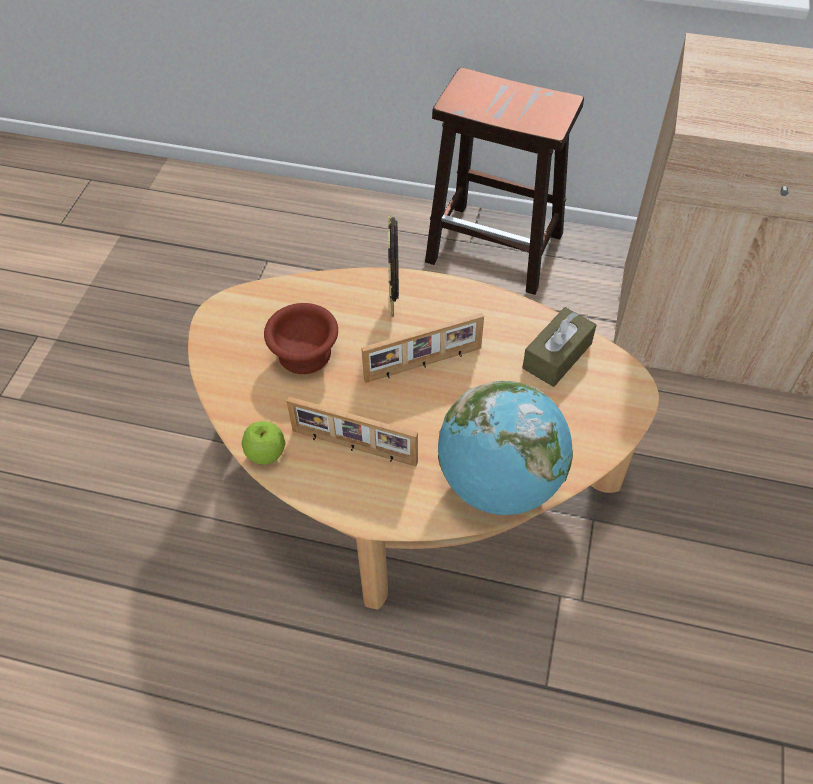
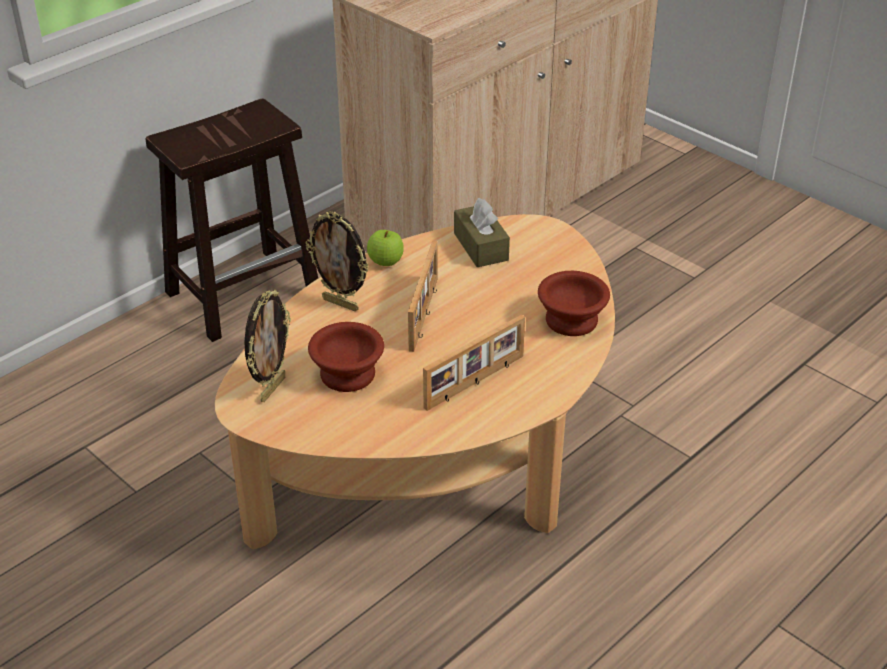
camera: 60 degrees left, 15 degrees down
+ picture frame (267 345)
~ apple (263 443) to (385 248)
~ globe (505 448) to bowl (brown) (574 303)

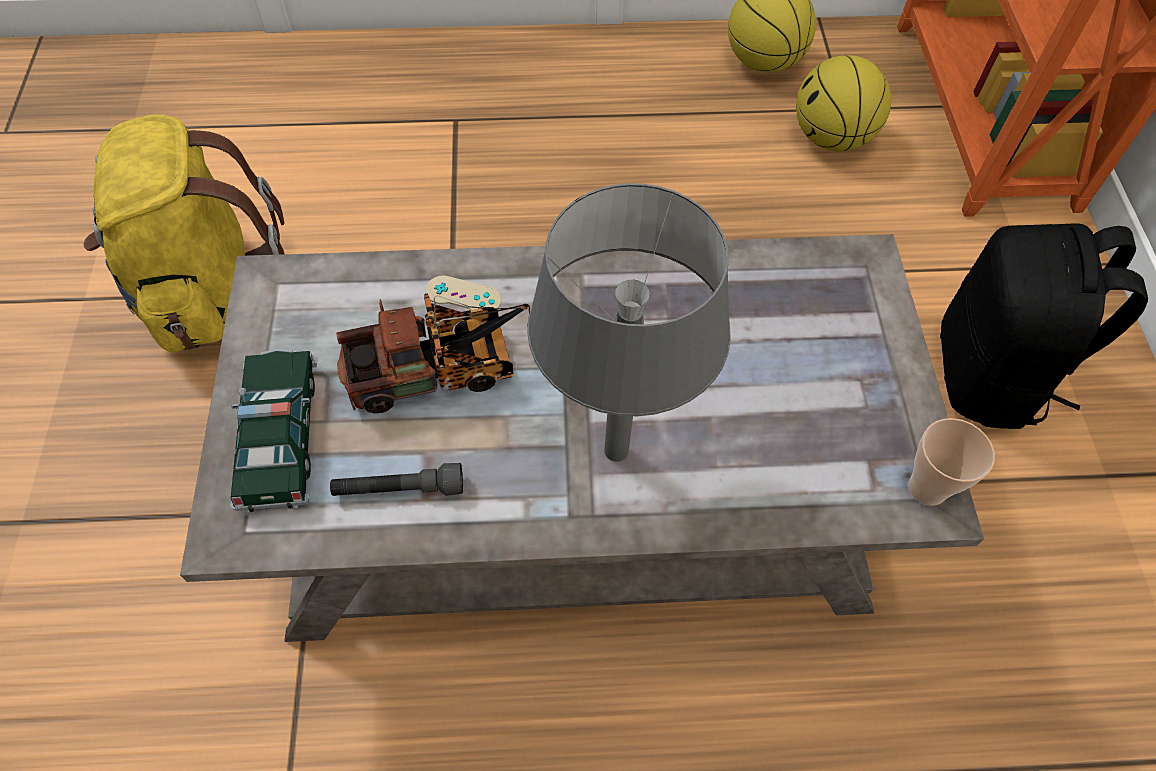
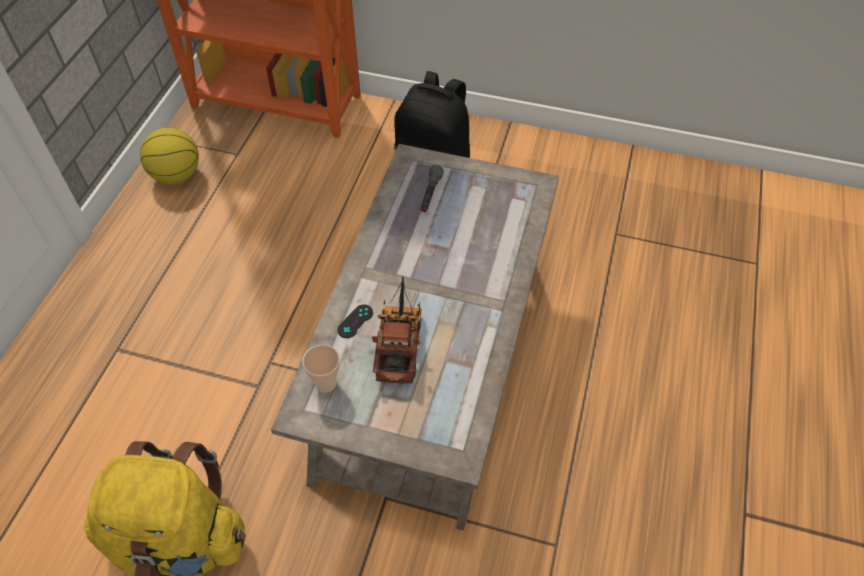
camera: 70 degrees left, 5 degrees down
- toy car (273 431)
- table lamp (grey) (629 322)
- basketball (843 103)
~ flashlight (grey) (396 479) to (432 188)
~ cup (952 462) to (321 368)
~ game controller (beige) (463 292) to game controller (black) (355 321)

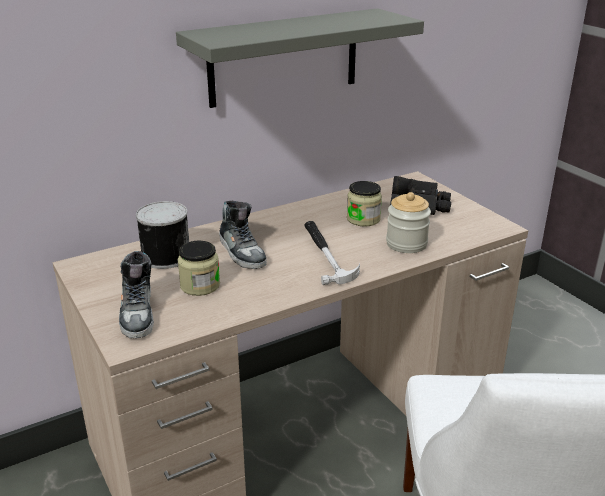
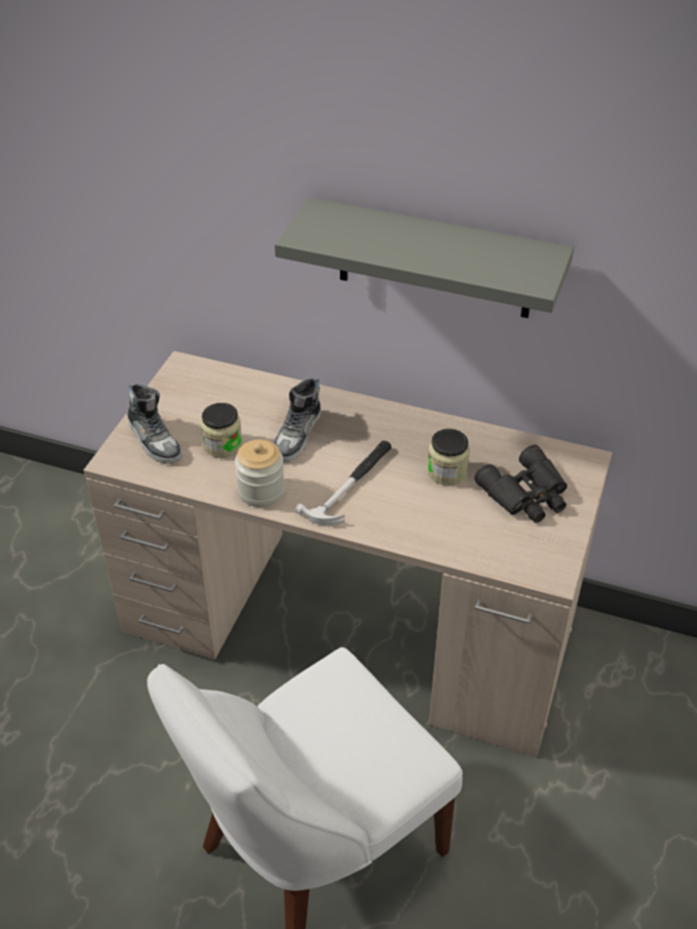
camera: 50 degrees right, 15 degrees up
- can (162 235)
~ jar (408 222) to (260 473)
~ shoe (136 294) = (154 423) 75 degrees counterclockwise

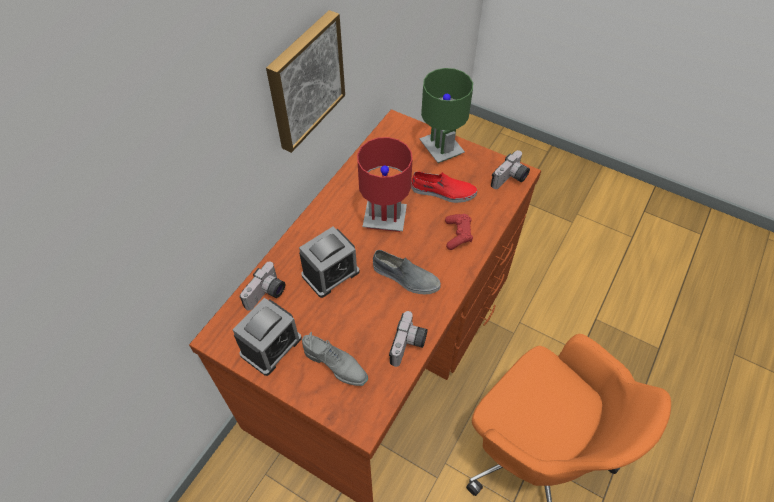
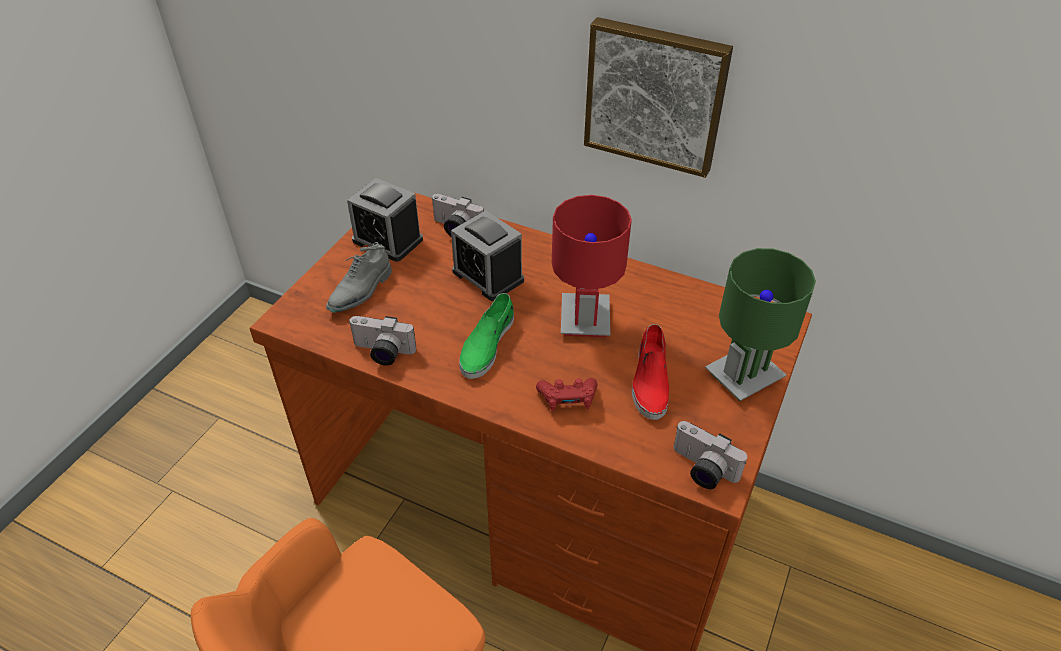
camera: 85 degrees right, 10 degrees down
~ shoe (grey) (407 272) to shoe (green) (486 336)

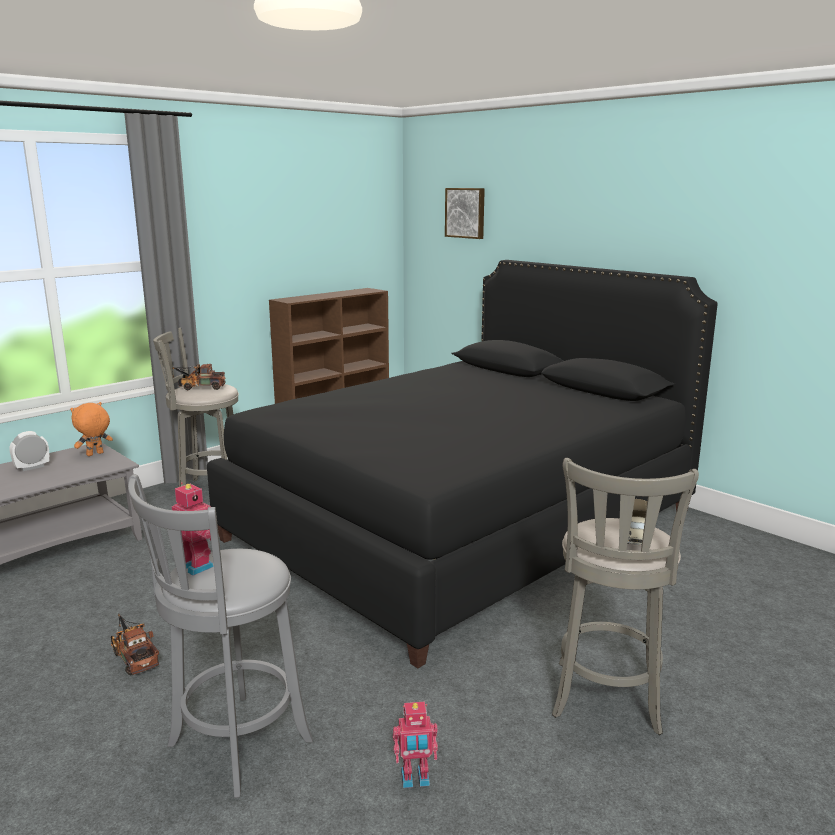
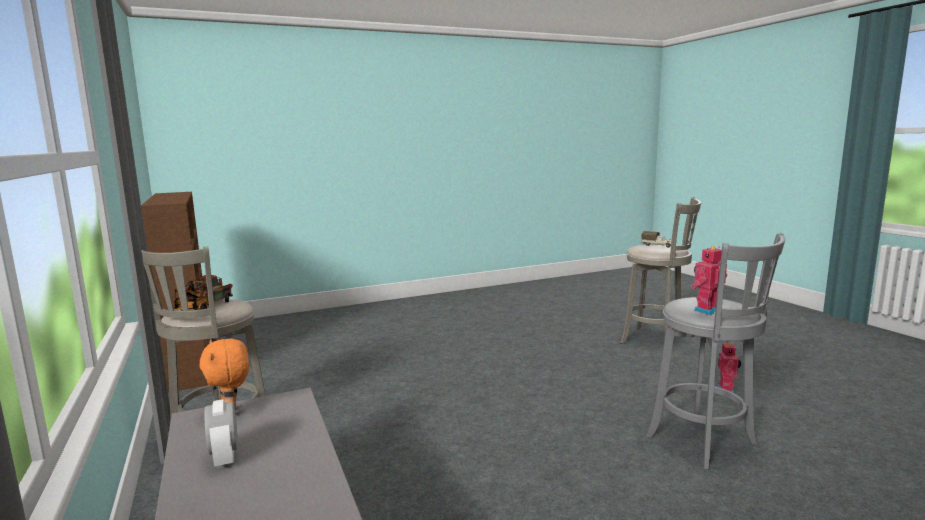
camera: 70 degrees left, 5 degrees down
- toy truck (135 644)
- bed (black) (462 464)
- picture (465 213)

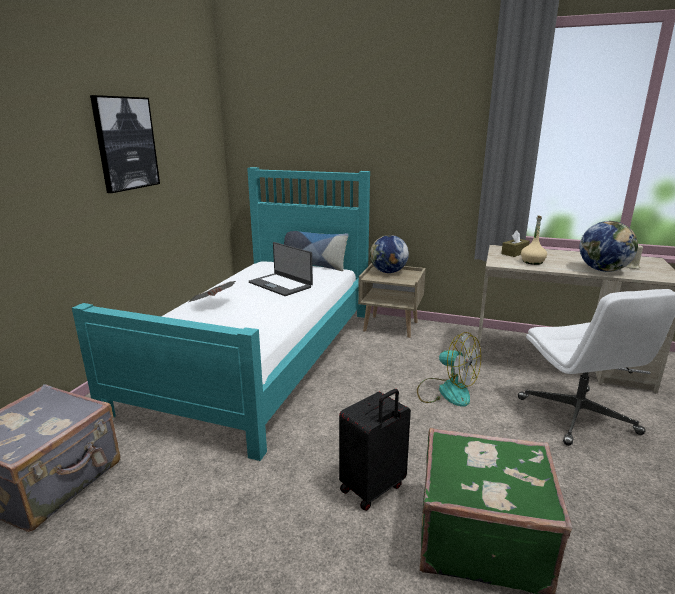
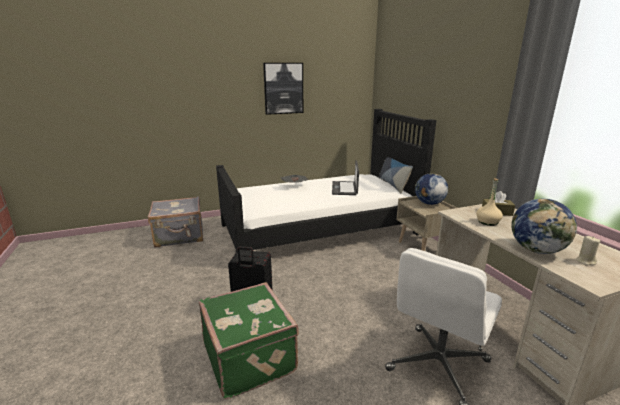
camera: 50 degrees right, 0 degrees up
- fan (449 369)
~ bed (turquoise) (221 314) to bed (black) (326 180)

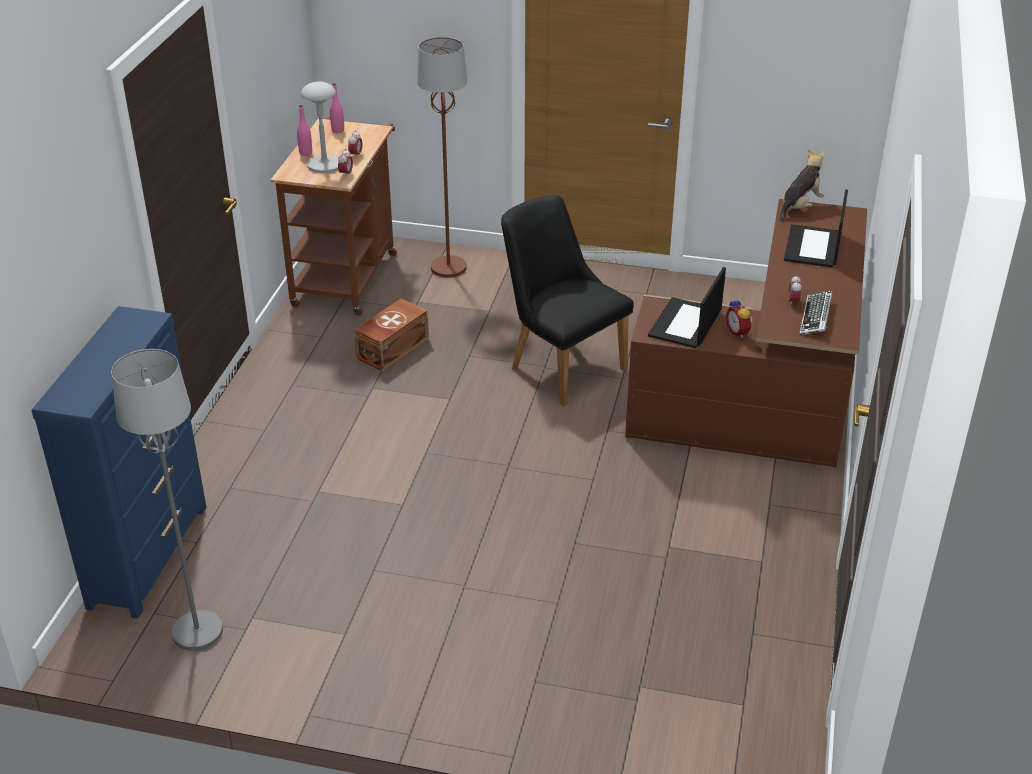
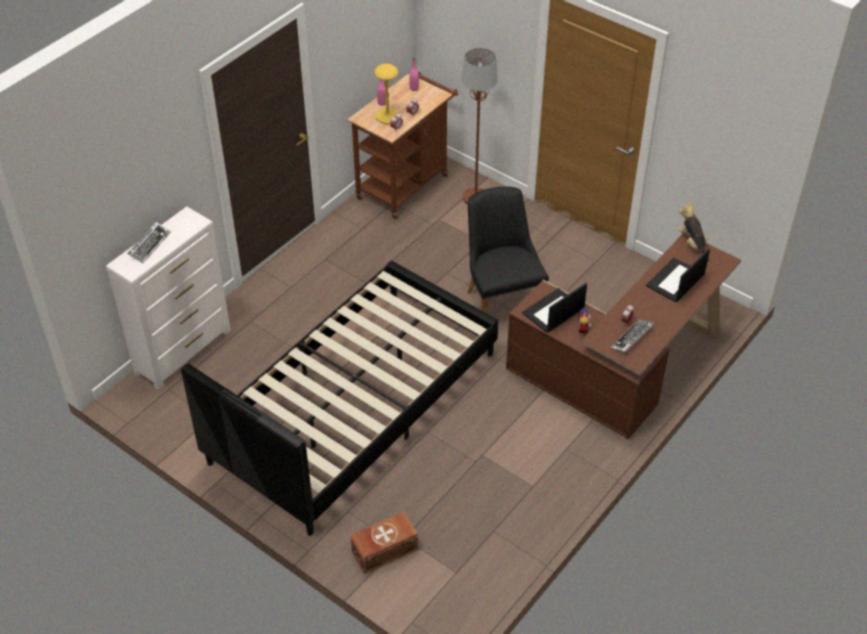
camera: 25 degrees right, 10 degrees up
- floor lamp (grey) (167 500)
+ keyboard (149 242)
+ bed (black) (340 398)
~ storage box (brown) (391 335) to (384 543)
~ dresser (blue) (119 462) to dresser (white) (168 298)
~ table lamp (grey) (319 127) to table lamp (yellow) (386 94)
~ plush toy (802 185) = (694 232) 90 degrees counterclockwise

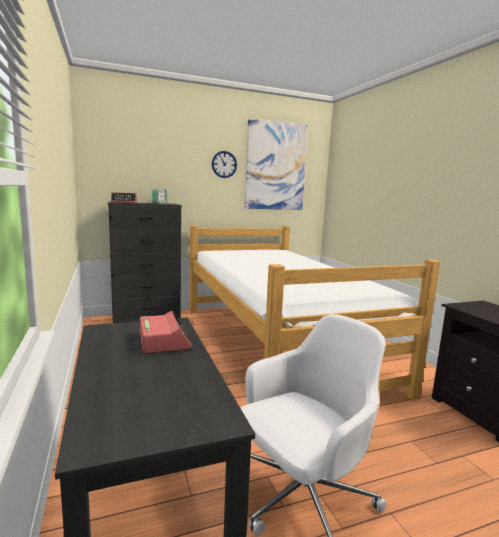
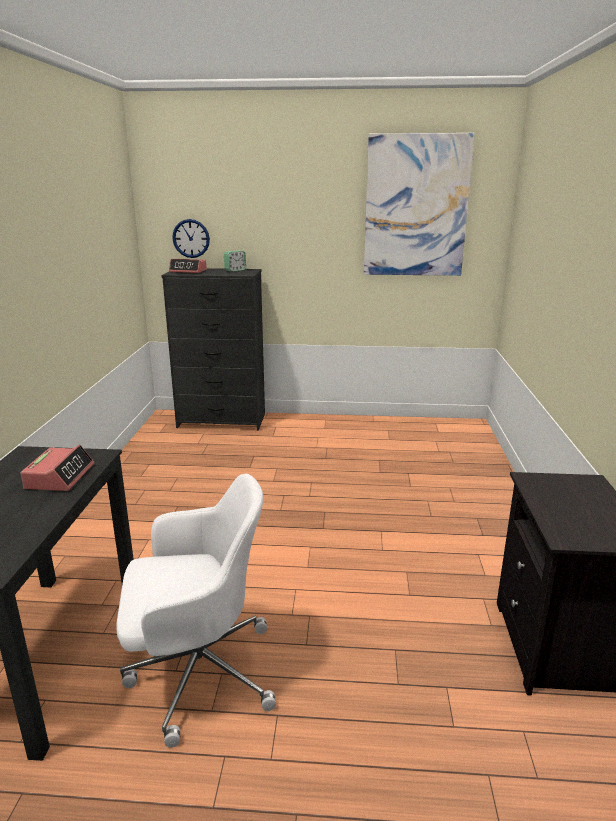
camera: 25 degrees right, 10 degrees up
- bed (315 312)
~ wall clock (224 164) to (191 238)

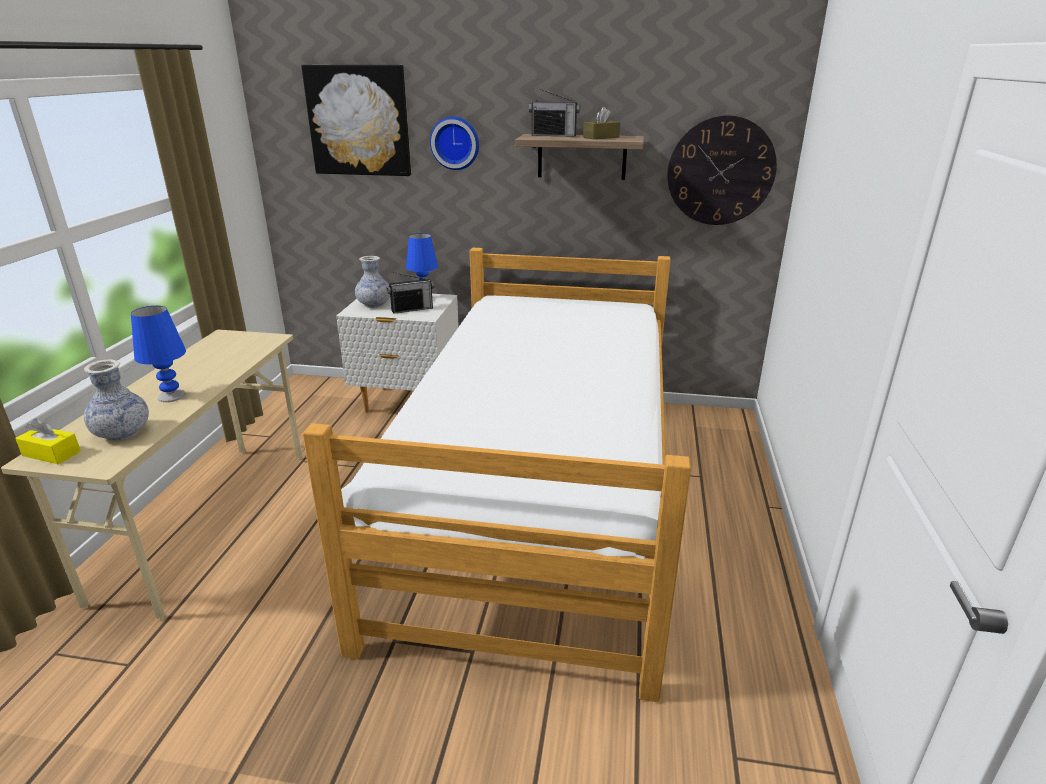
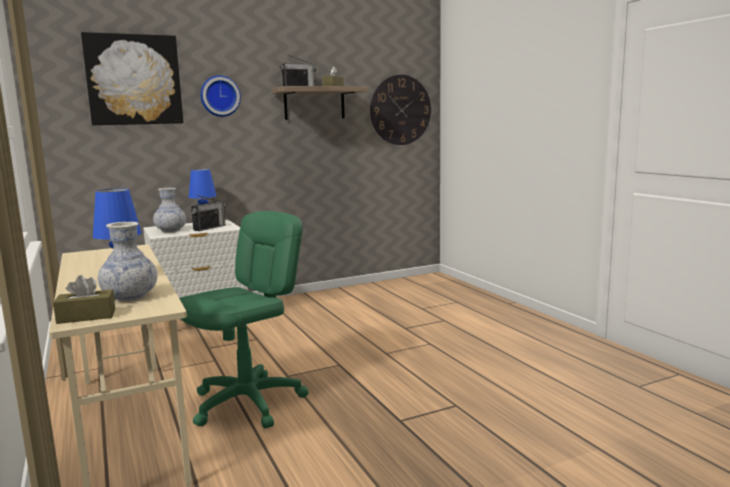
camera: 35 degrees left, 15 degrees down
- bed (497 475)
+ office chair (green) (244 319)
~ tissue box (yellow) (48 441) to tissue box (brown) (84 299)

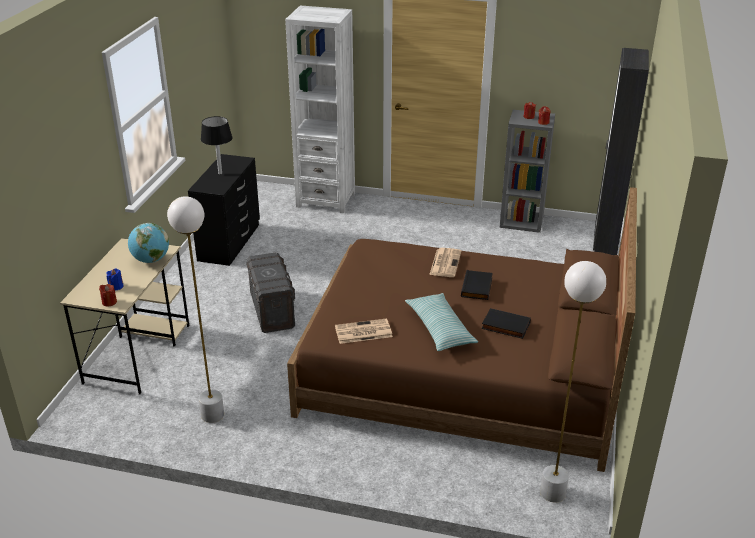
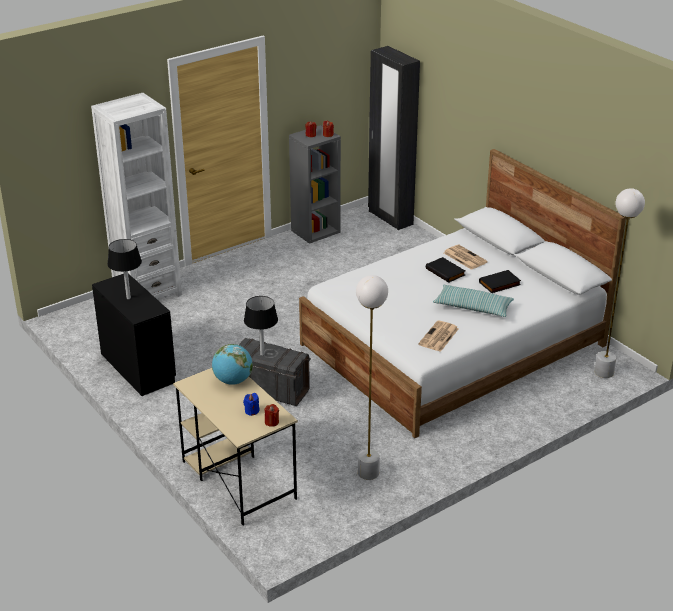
camera: 50 degrees left, 0 degrees up
+ table lamp (black) (261 326)
~ newspaper (445 262) to (466 257)
~ bed (brown) (462 329) to bed (white) (462 293)

